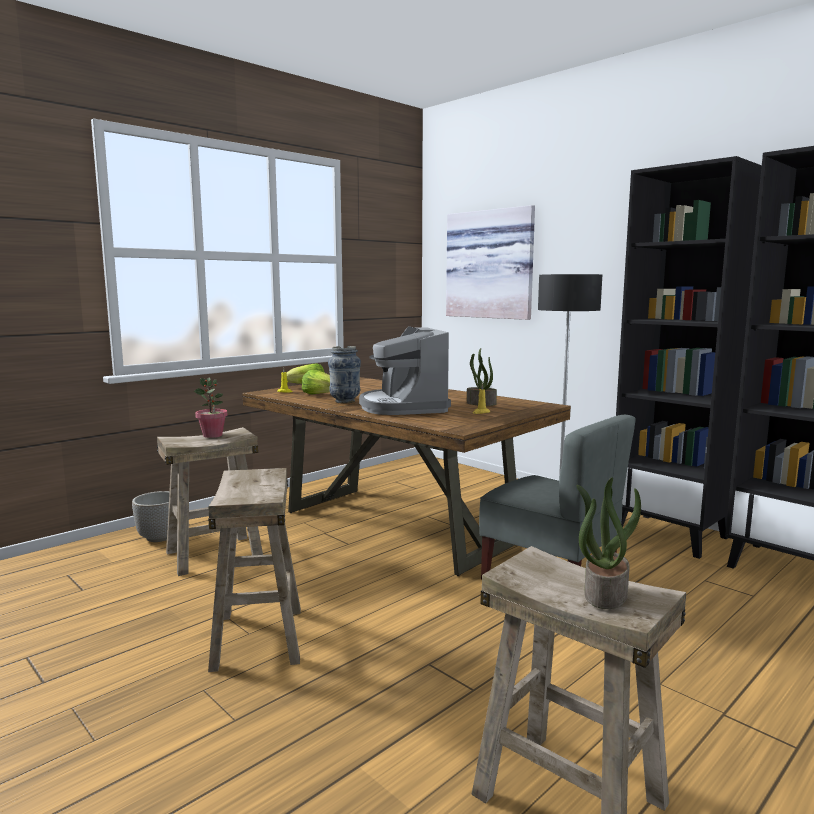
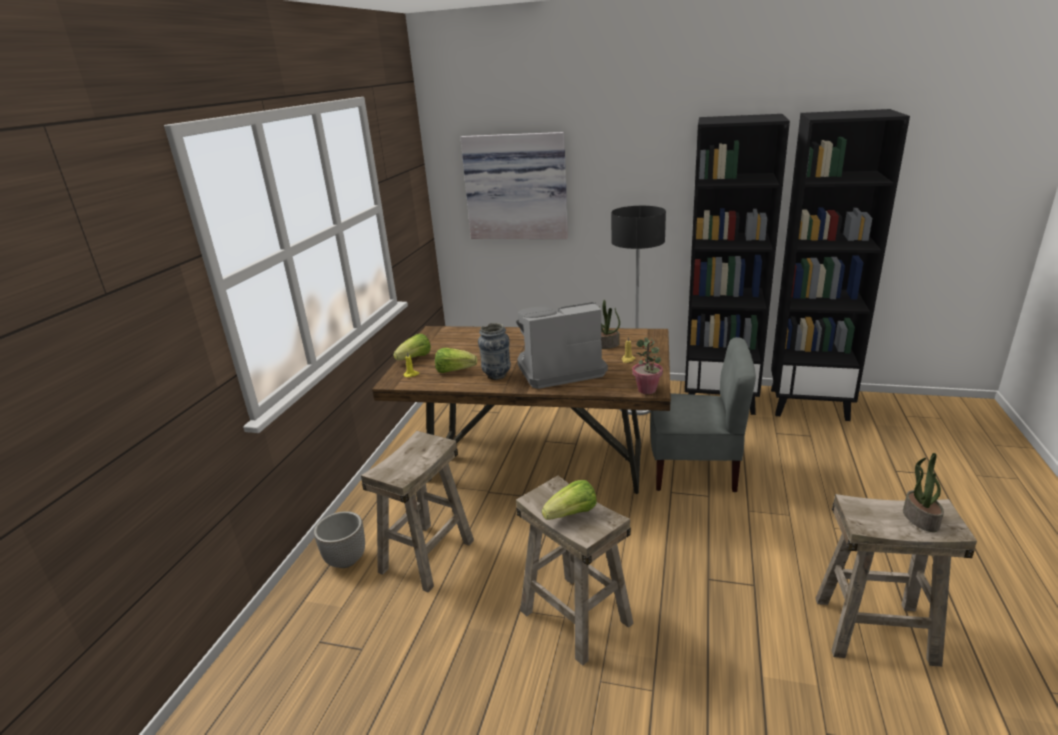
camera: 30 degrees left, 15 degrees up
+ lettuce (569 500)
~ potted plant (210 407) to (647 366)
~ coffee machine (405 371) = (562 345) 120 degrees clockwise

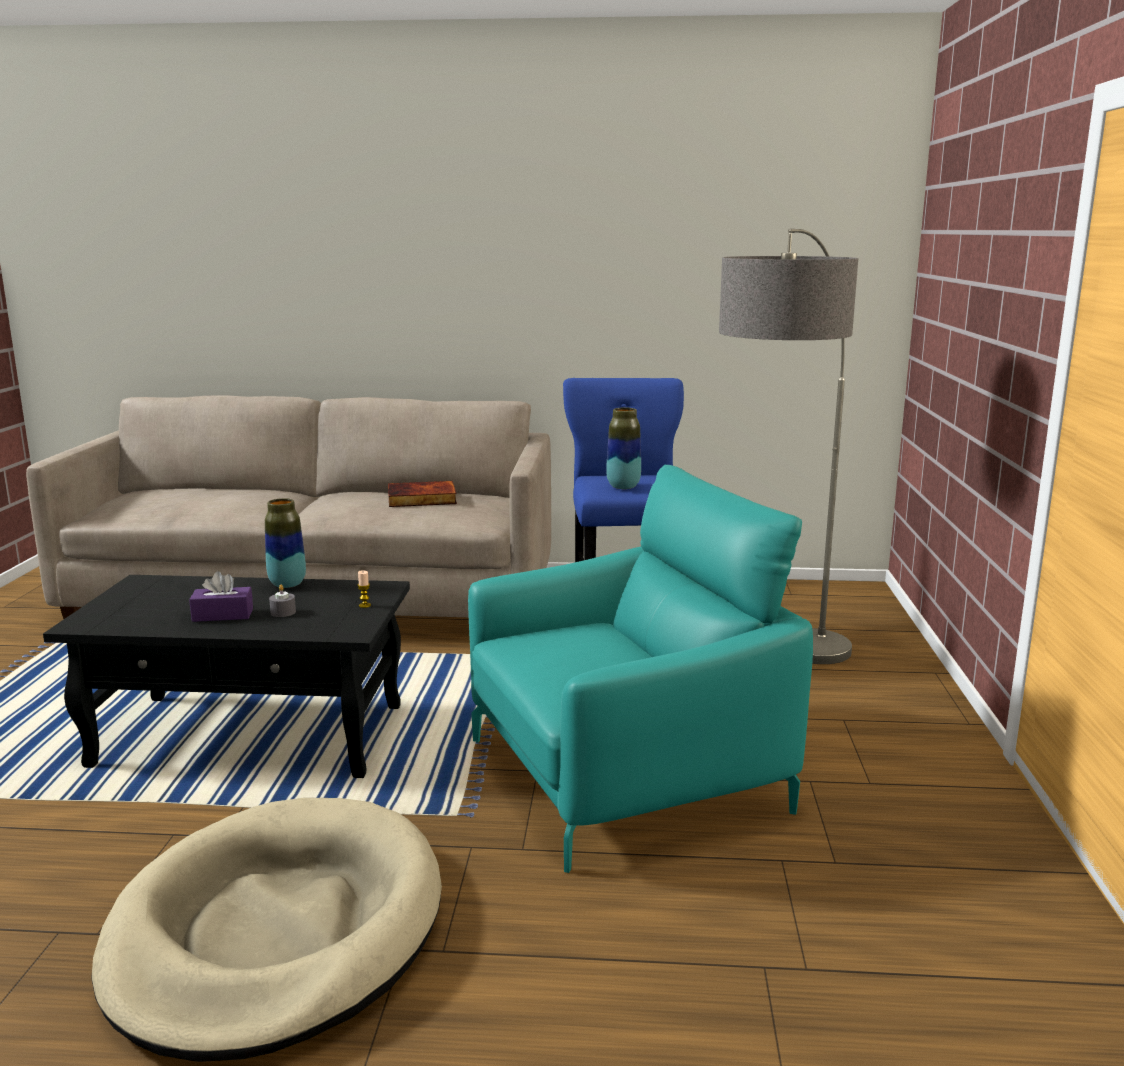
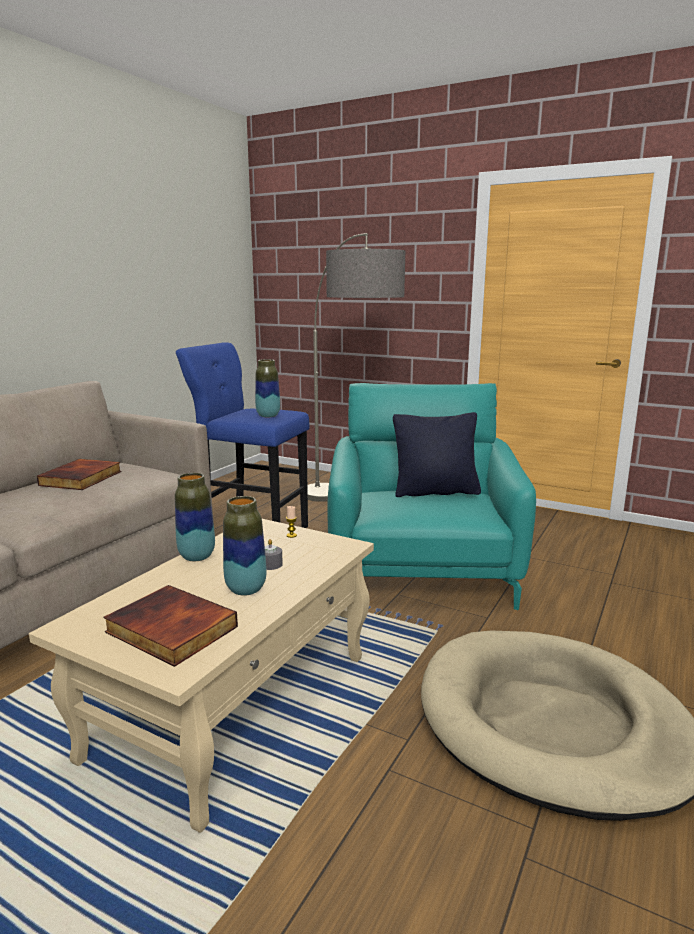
camera: 65 degrees left, 0 degrees up
+ book (171 626)
+ pillow (black) (437 454)
~ tissue box (purple) (221 596) to vase (245 546)
~ coffee table (black) (226 676) to coffee table (beige) (201 676)

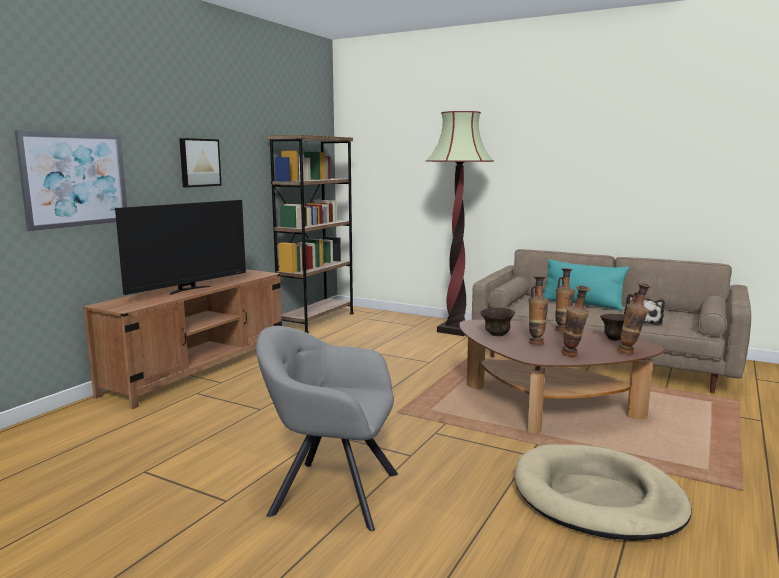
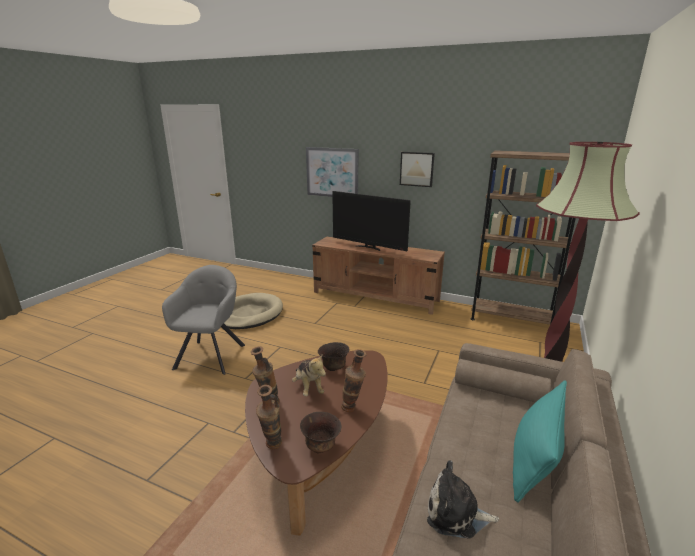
camera: 85 degrees right, 10 degrees up
~ dog bed (beige) (603 492) to (253 311)
~ vase (539 310) to plush toy (309 375)

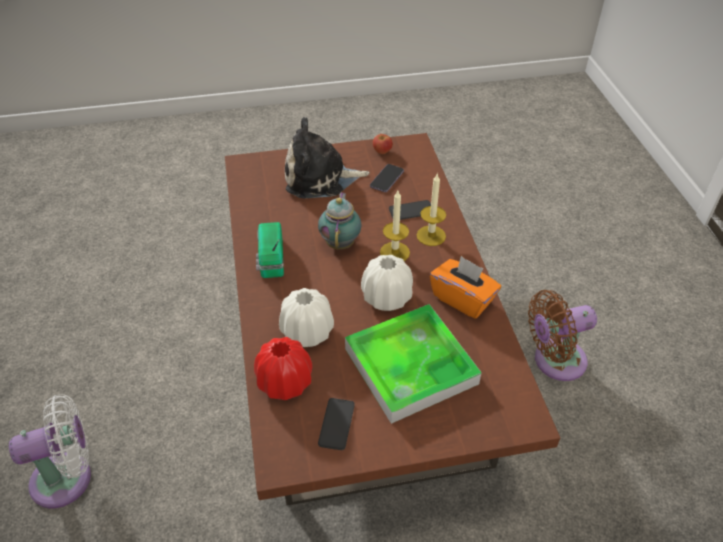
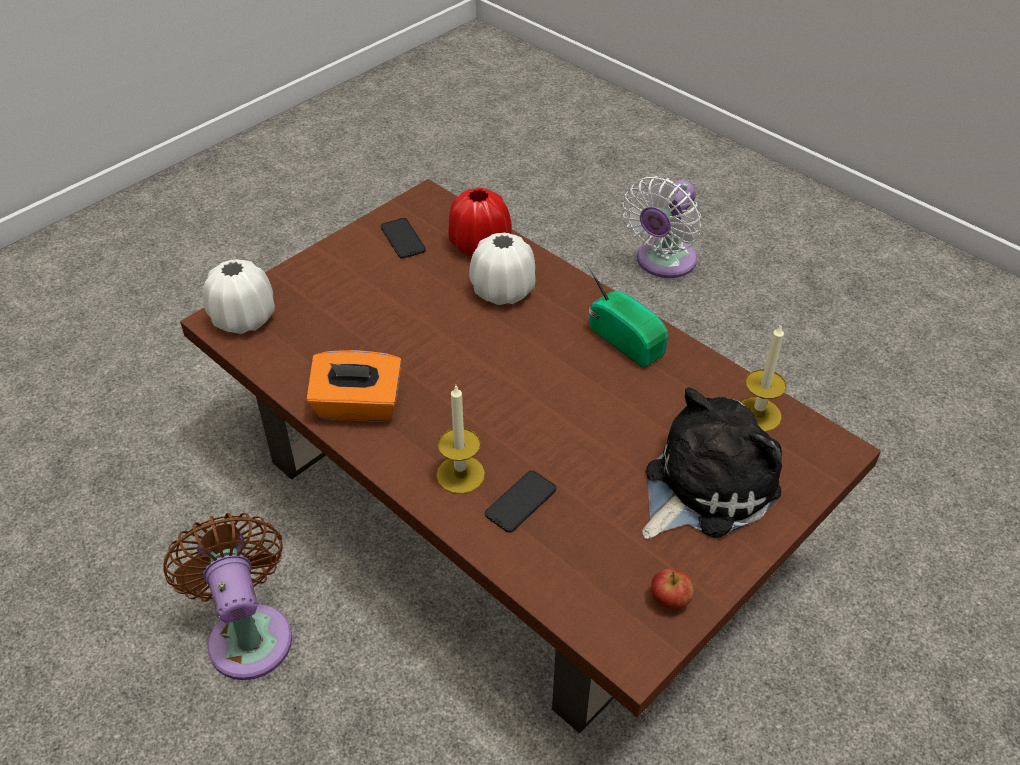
camera: 145 degrees right, 0 degrees up
- teapot (339 221)
- tray (413 364)
- phone (387 178)
~ vase (white) (387 283) to (239 296)
~ candle (395 226) to (764 378)
~ fan (brown) (562 335) = (227 596) 60 degrees counterclockwise

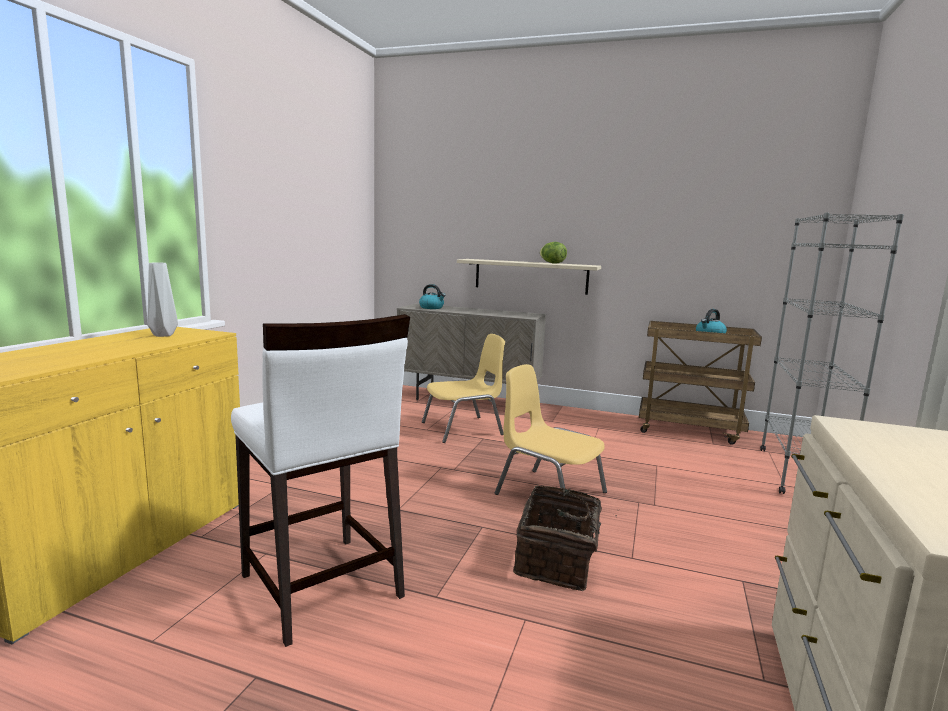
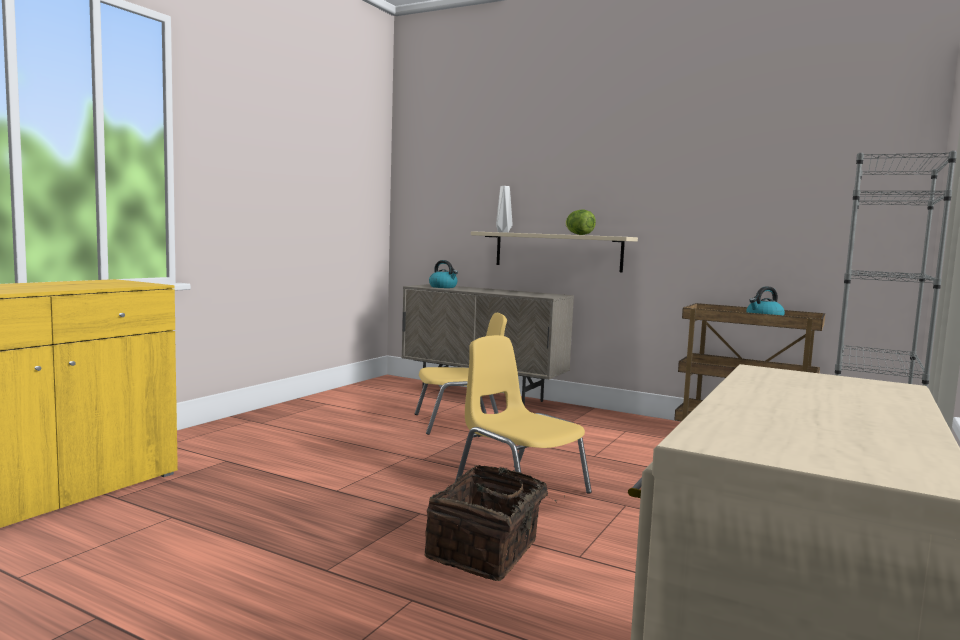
camera: 10 degrees right, 5 degrees down
- stool (white) (320 480)
~ vase (grey) (163 299) to (504 209)

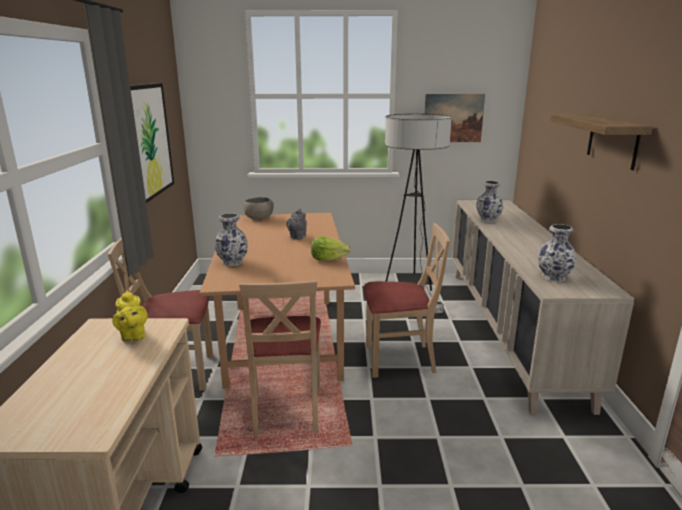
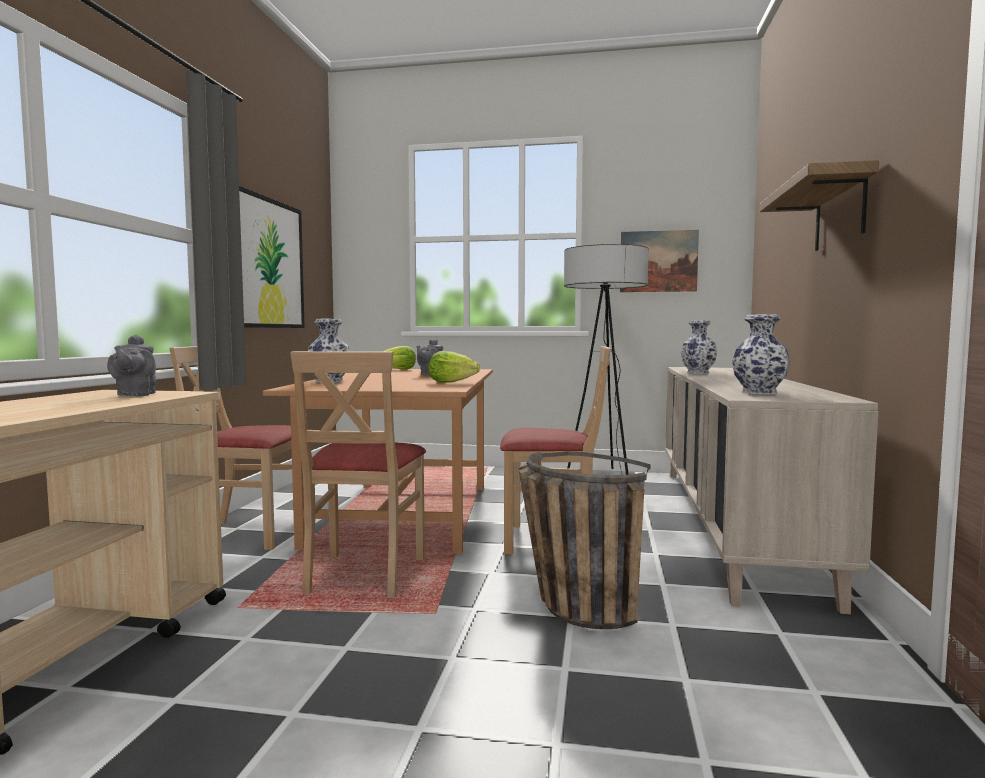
camera: 10 degrees right, 15 degrees down
+ basket (585 540)
~ bowl (grey) (258 208) to lettuce (399 358)
~ teapot (yellow) (129 316) to teapot (grey) (131 365)

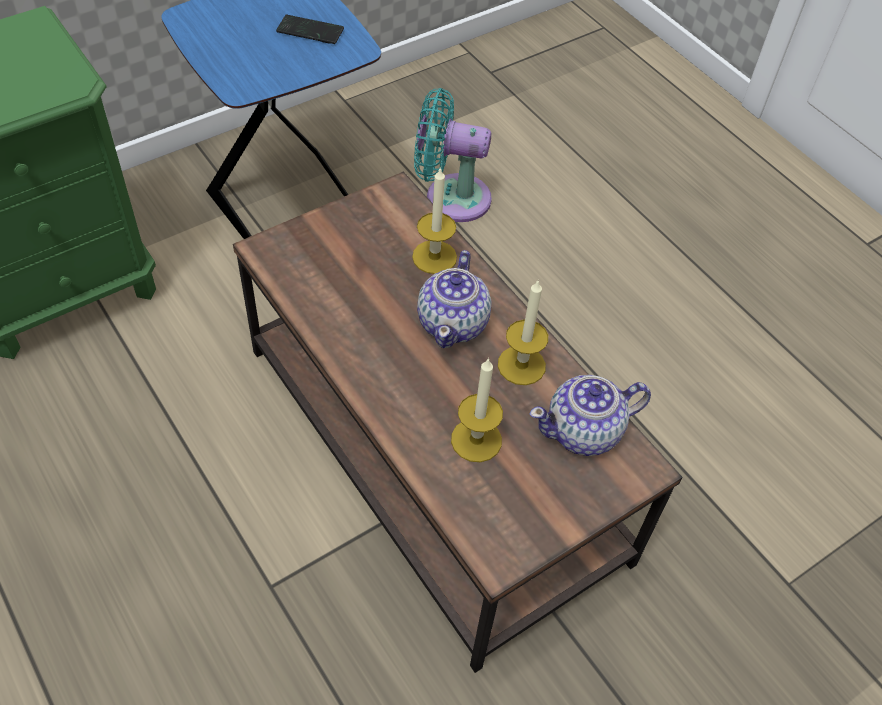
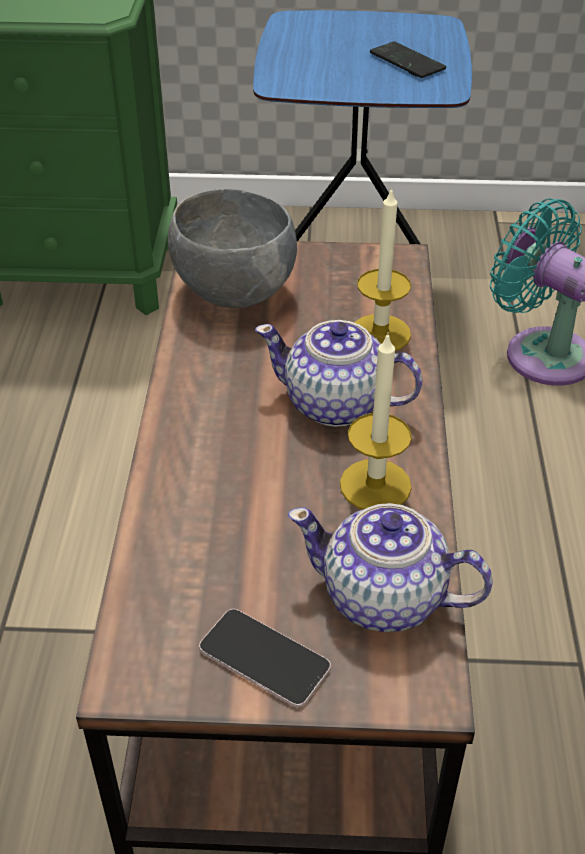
camera: 40 degrees right, 10 degrees down
- candle (477 410)
+ bowl (grey) (232 248)
+ phone (265 658)
~ teapot (454 299) = (339 373) 60 degrees clockwise

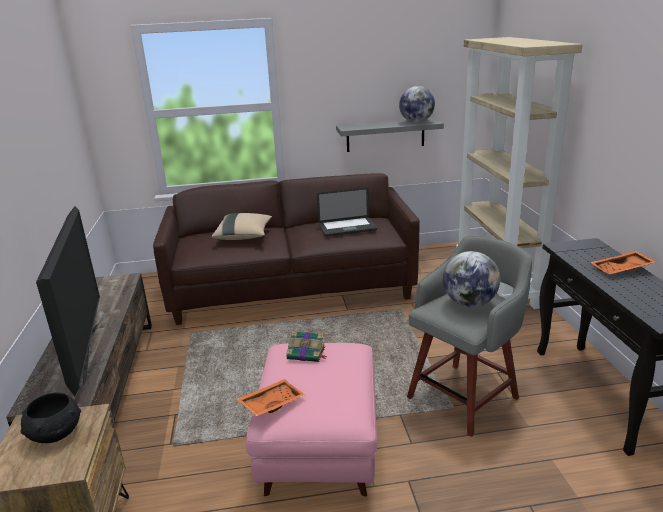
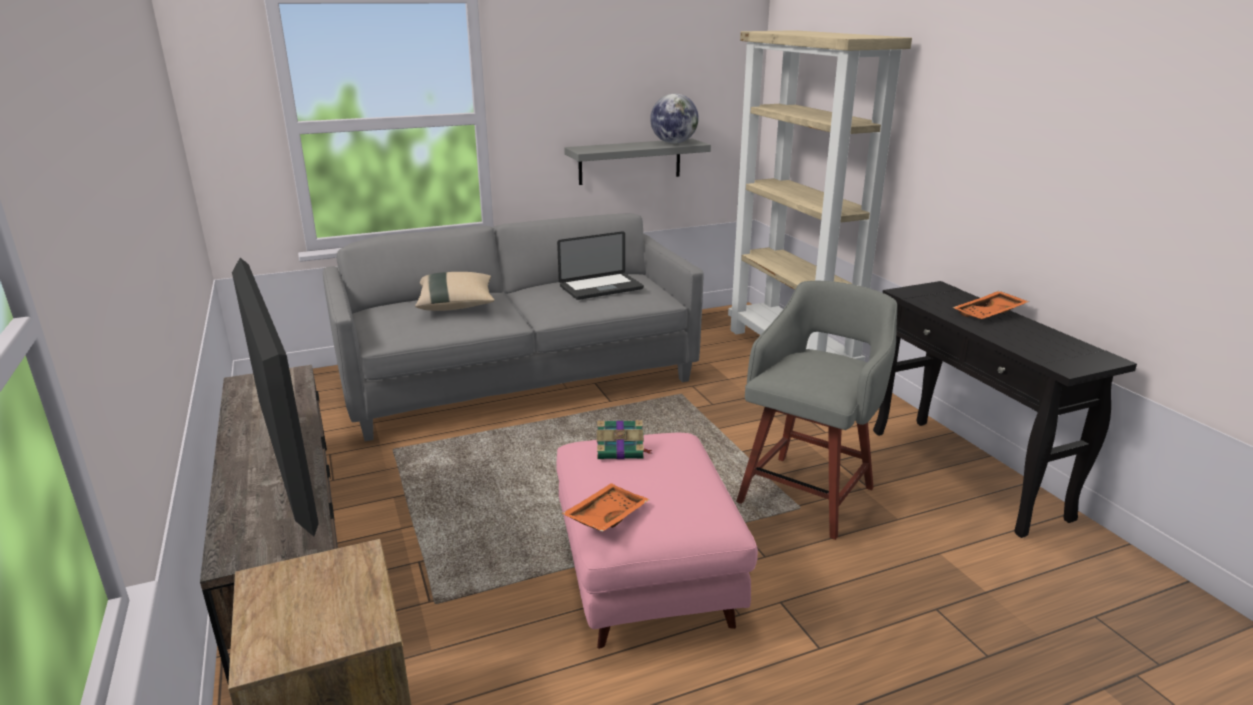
camera: 15 degrees left, 0 degrees up
- bowl (black) (50 417)
- globe (471 279)
~ sofa (brown) (286 249) to sofa (grey) (513 327)

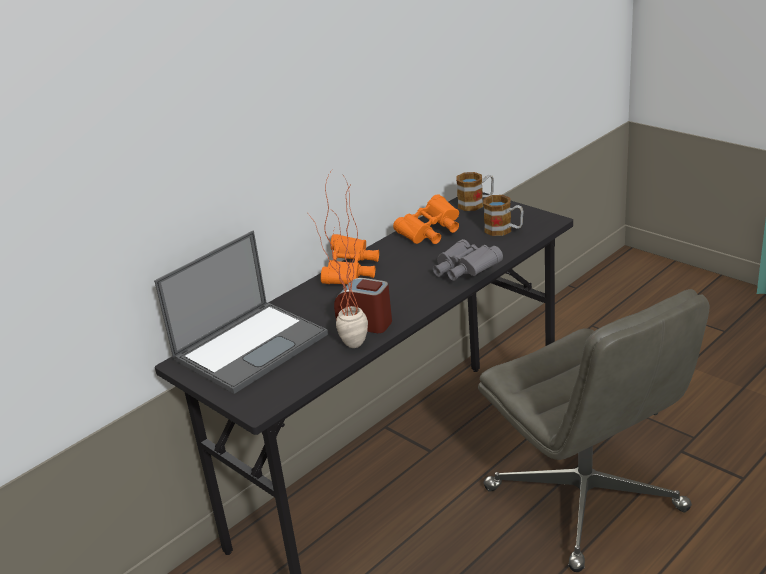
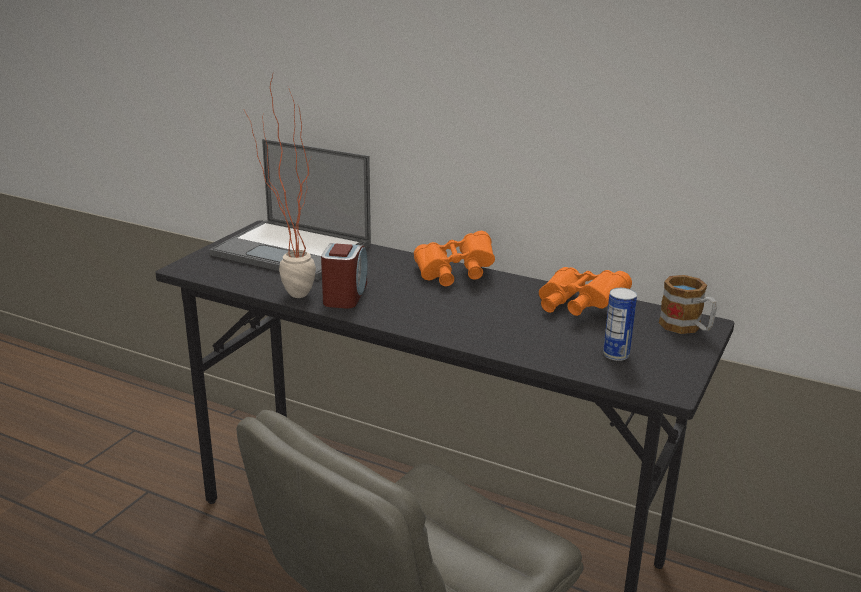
camera: 70 degrees right, 5 degrees down
- binoculars (grey) (468 260)
~ mug (503 215) to can (620 324)

